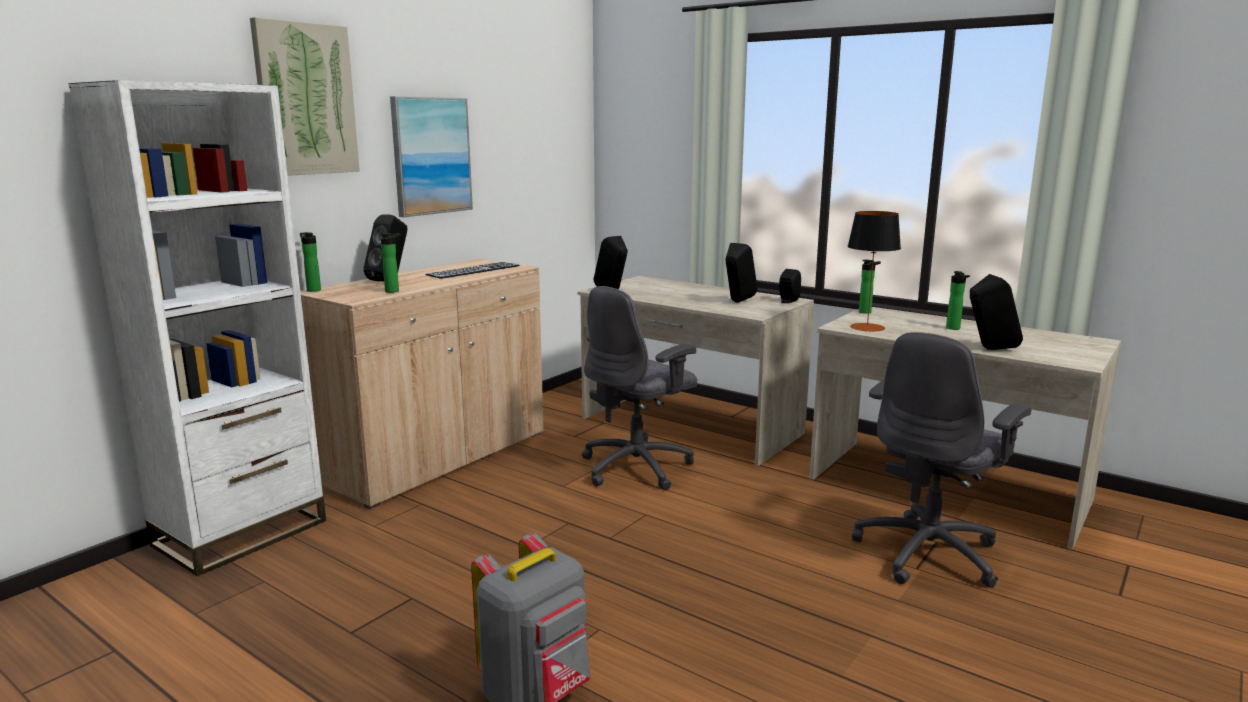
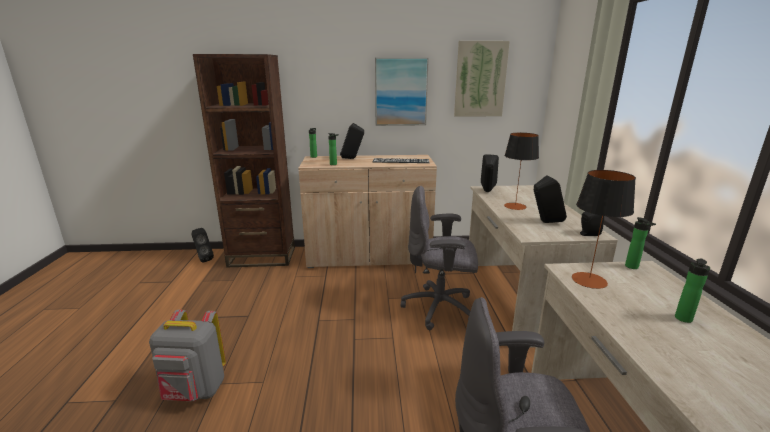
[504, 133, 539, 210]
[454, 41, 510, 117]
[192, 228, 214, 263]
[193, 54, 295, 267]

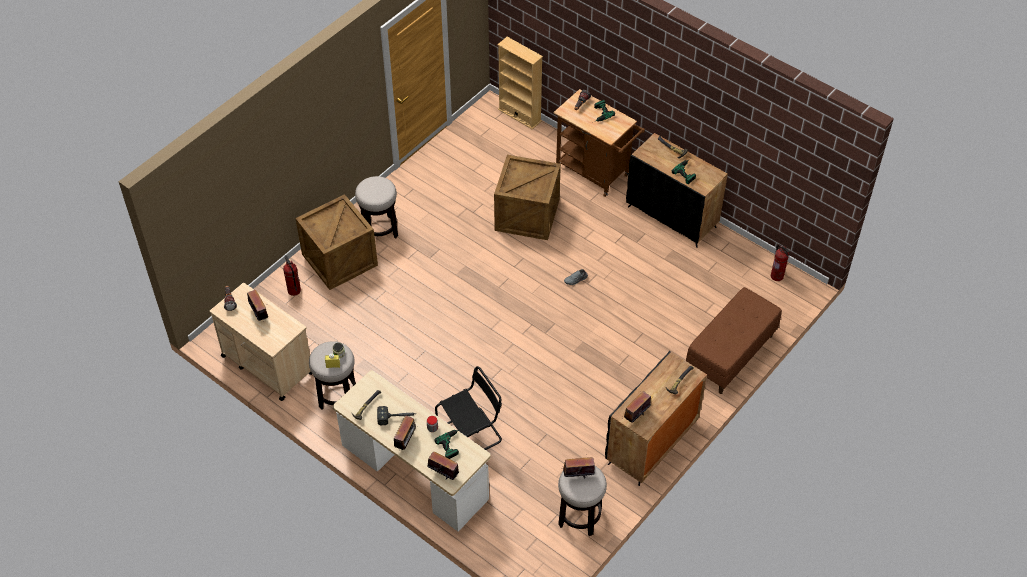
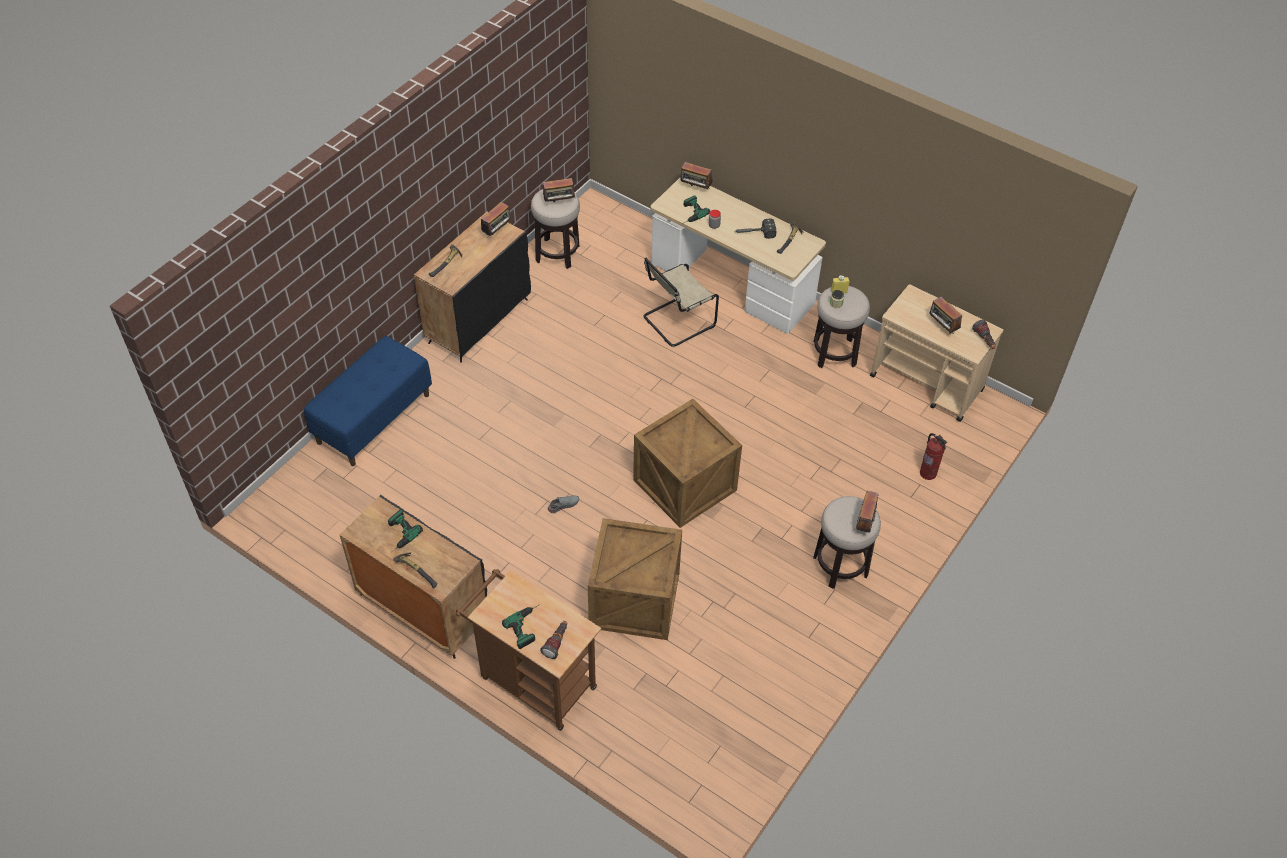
[497, 37, 543, 129] (first image)
[771, 245, 790, 281] (first image)
[633, 399, 742, 528]
[854, 491, 879, 533]
[643, 258, 719, 347]
[304, 336, 432, 466]

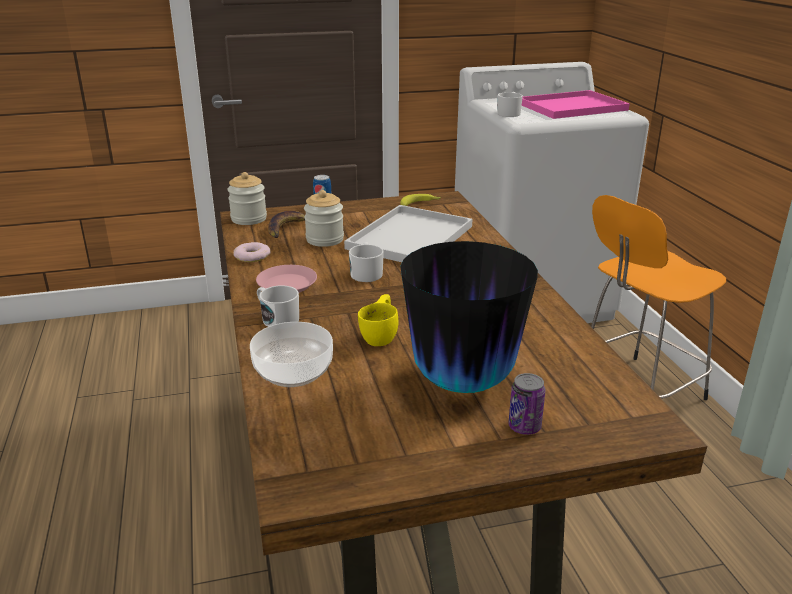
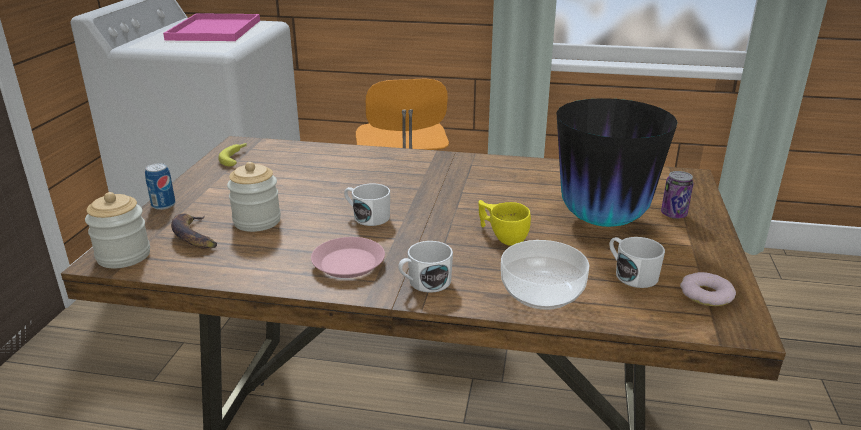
[344, 205, 472, 262] (first image)
[680, 272, 736, 306]
[609, 237, 665, 288]

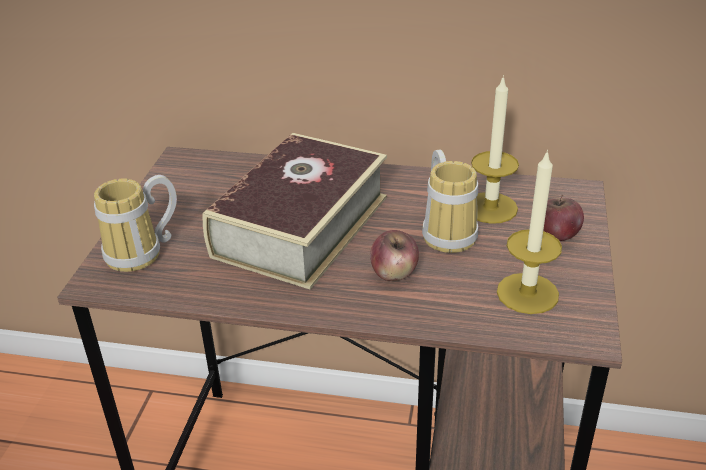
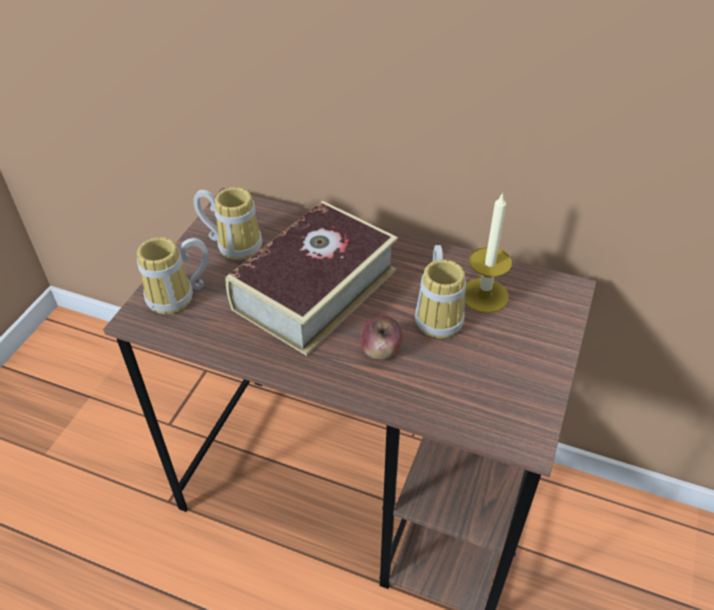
[497, 150, 562, 314] (first image)
[543, 195, 584, 241] (first image)
[193, 187, 262, 260]

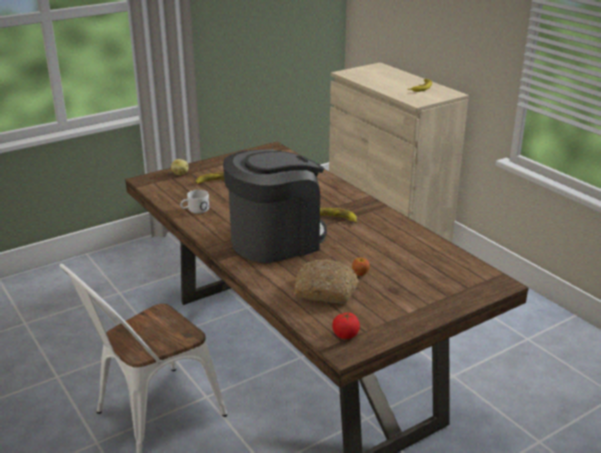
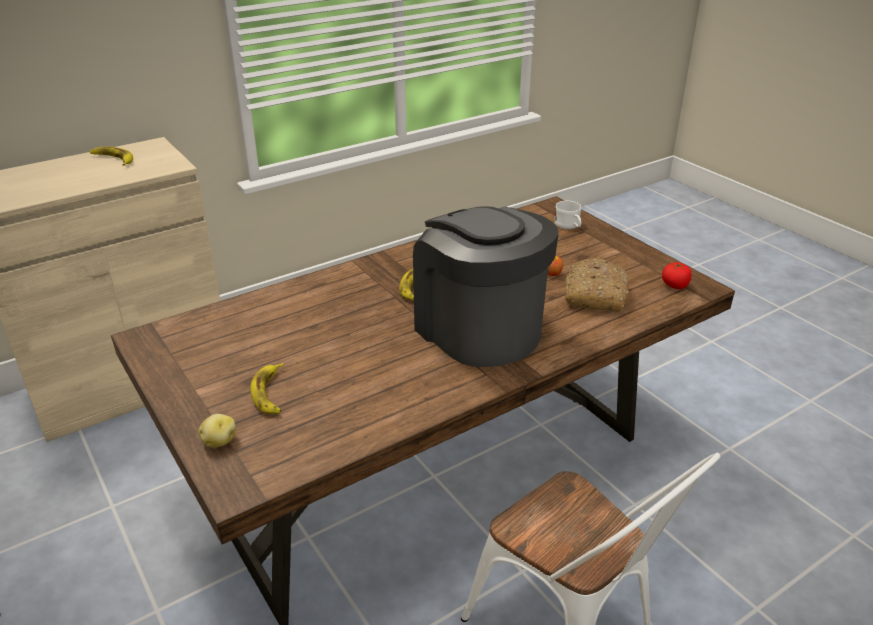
[554, 201, 582, 229]

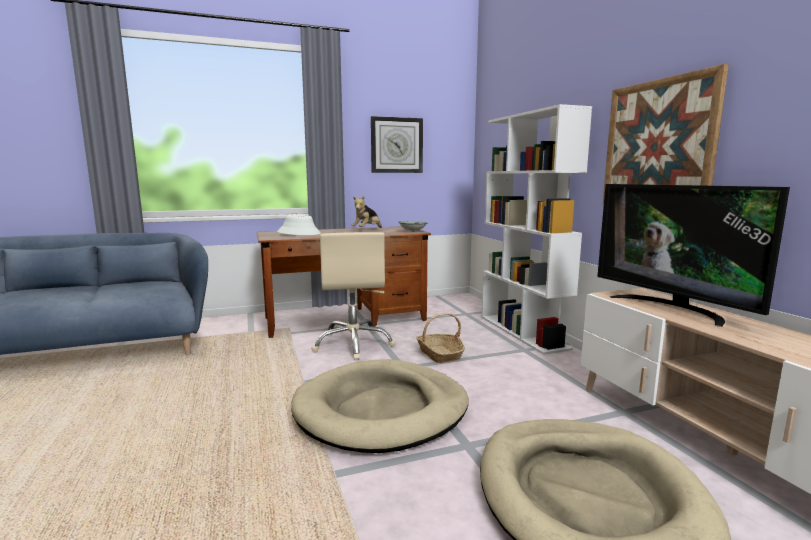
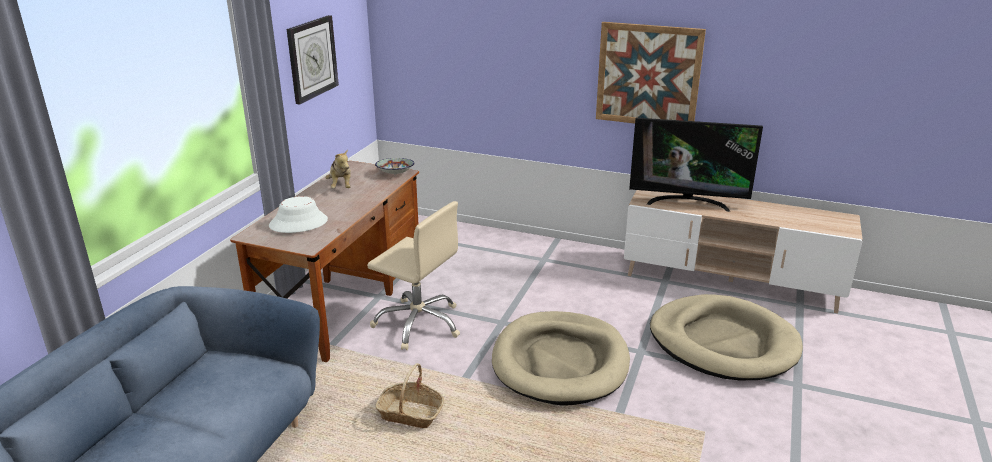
[481, 104, 592, 355] (first image)
[376, 363, 444, 428]

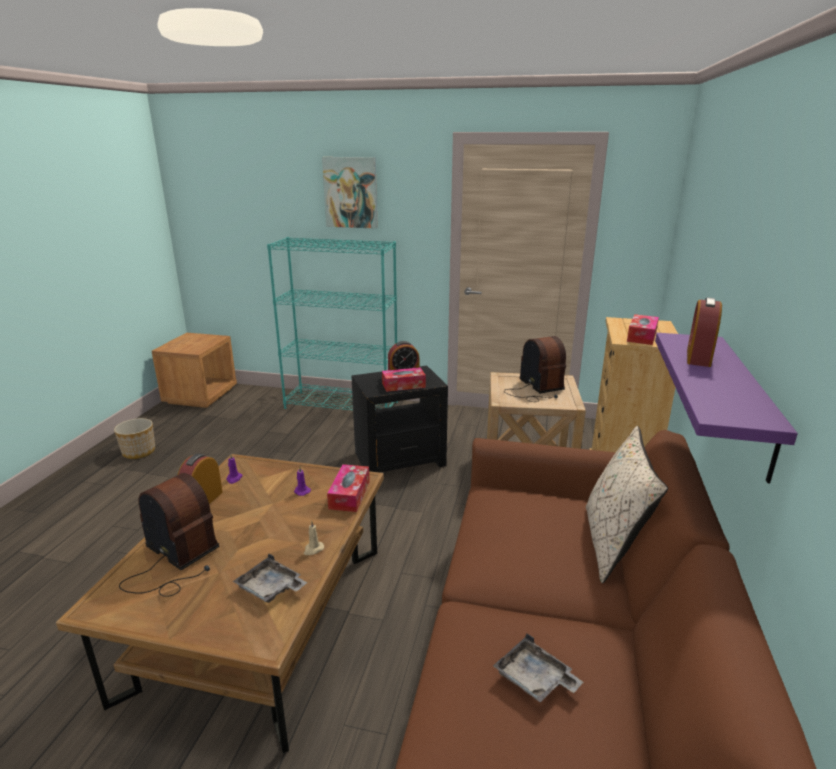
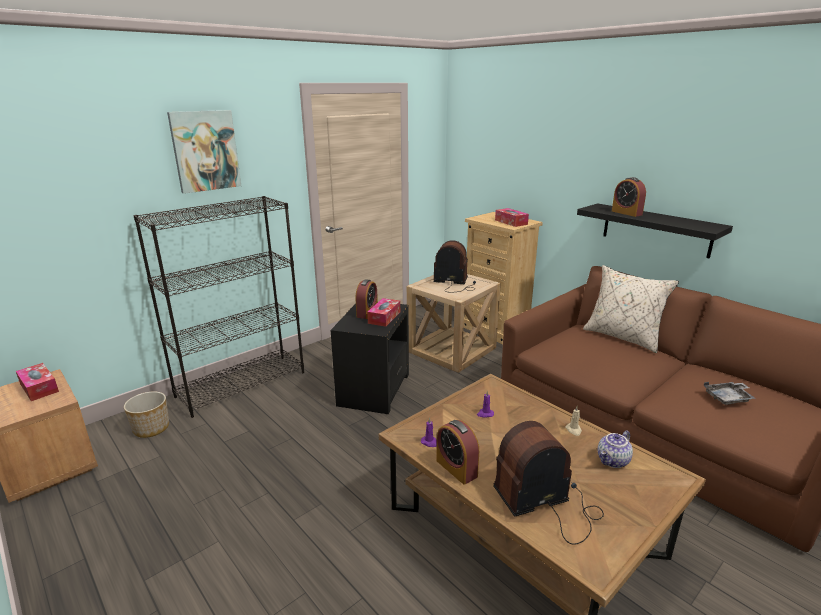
[124, 392, 169, 438]
[16, 363, 59, 401]
[598, 430, 633, 468]
[133, 196, 304, 418]
[577, 204, 733, 259]

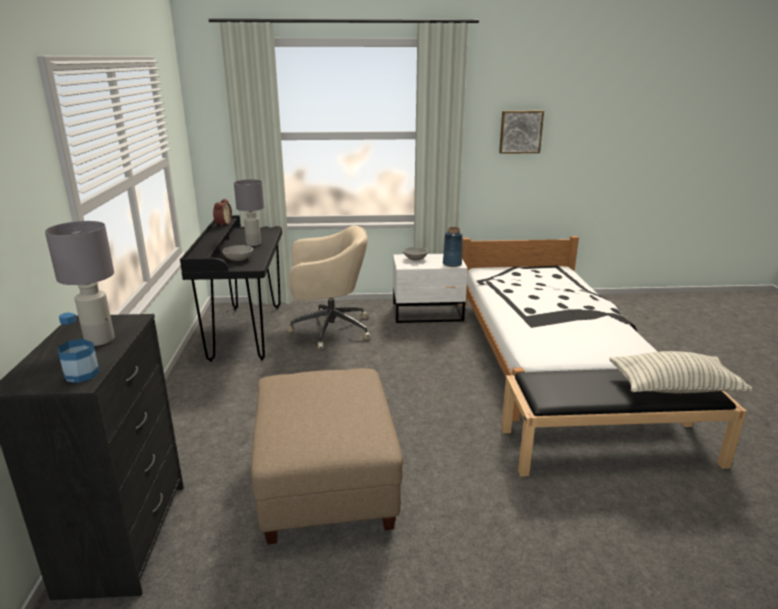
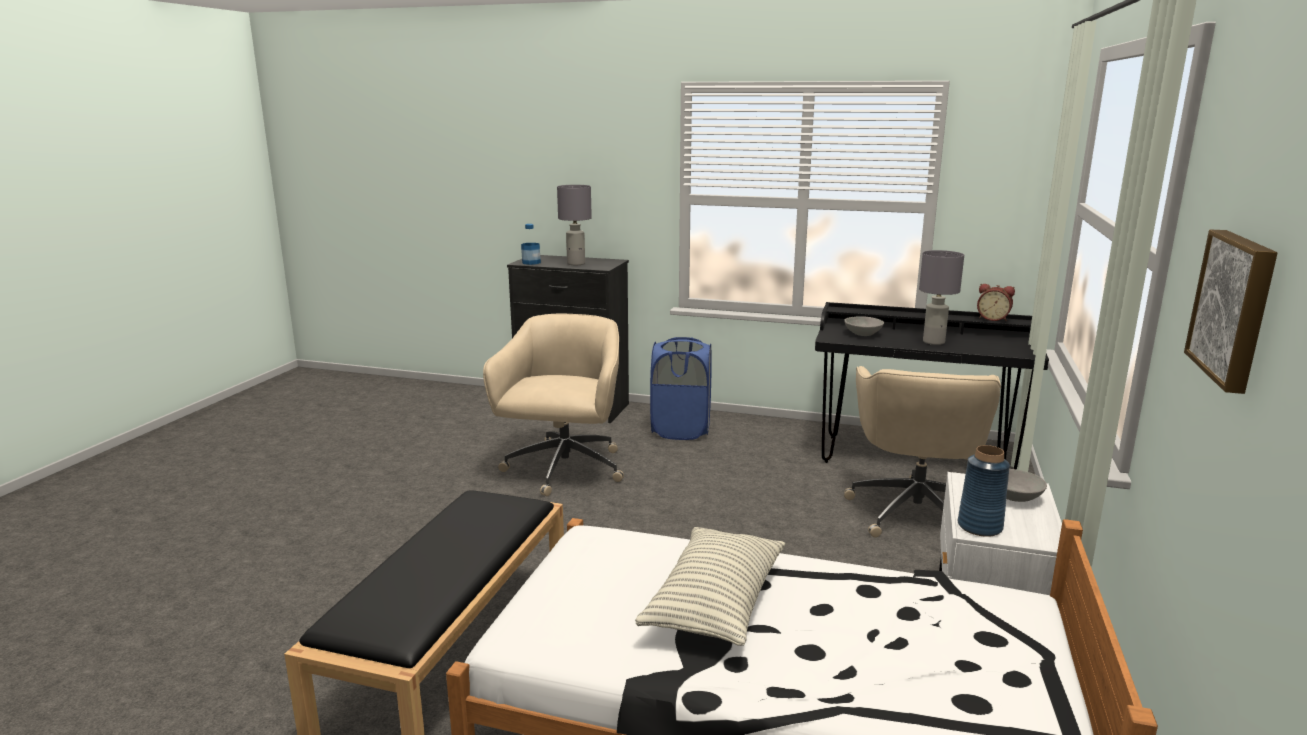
[650, 337, 712, 440]
[635, 527, 785, 646]
[483, 314, 624, 496]

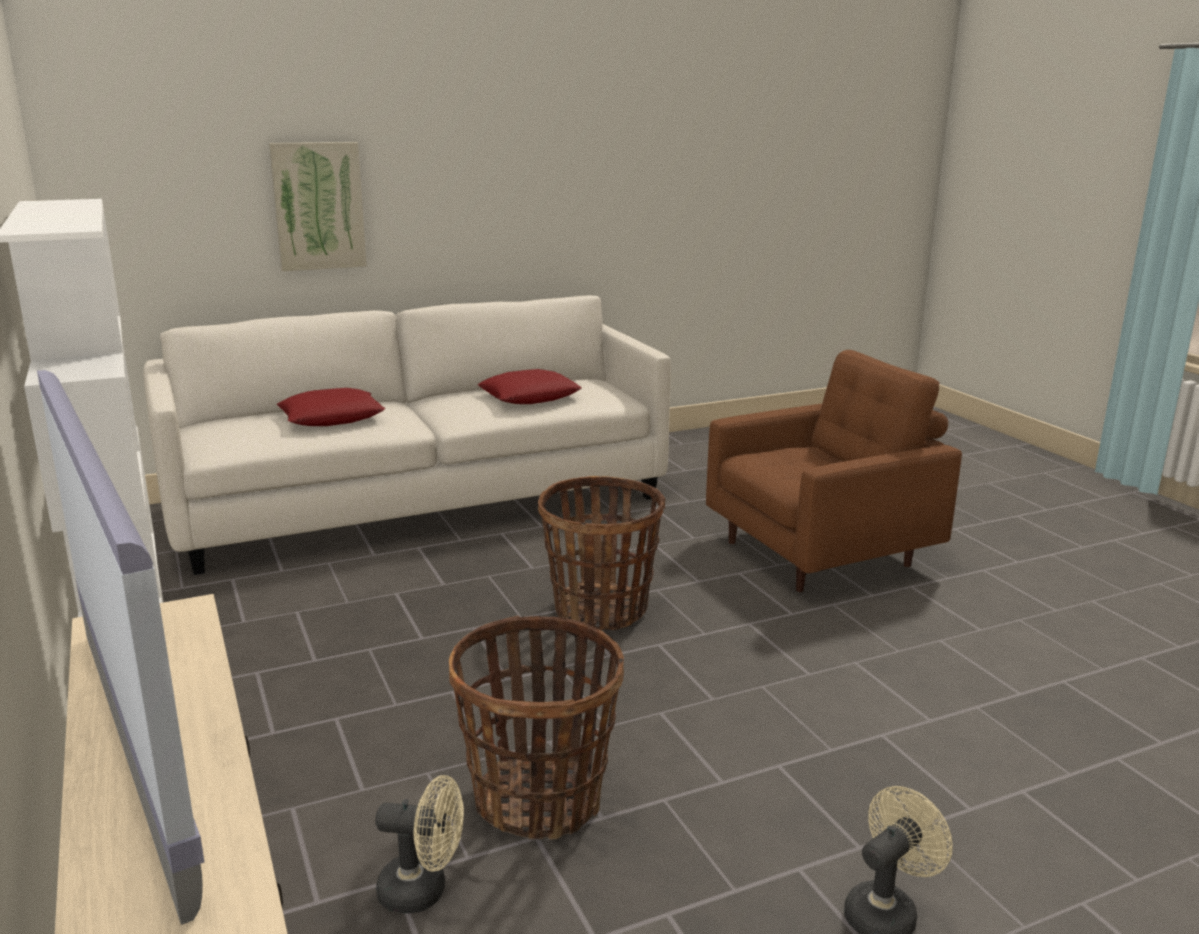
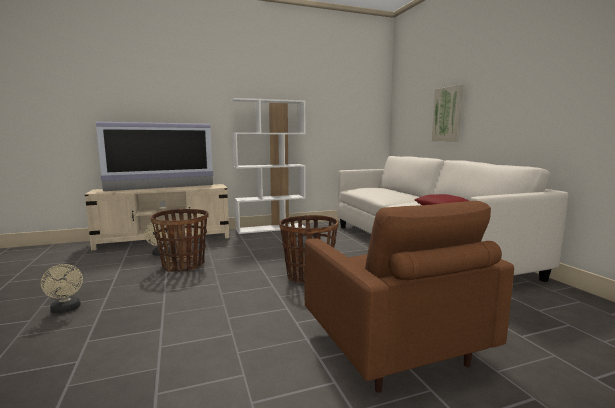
[277, 388, 385, 426] (first image)

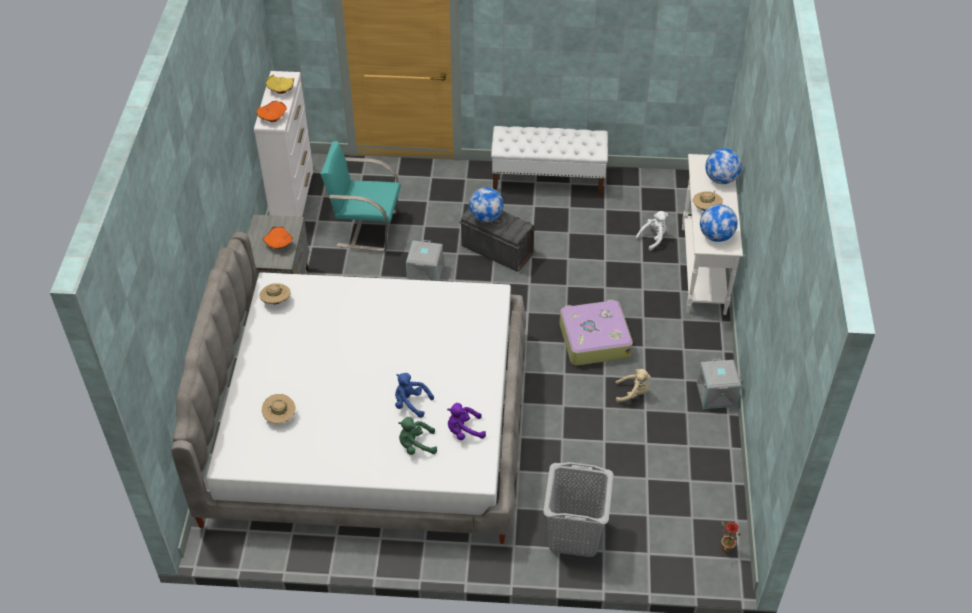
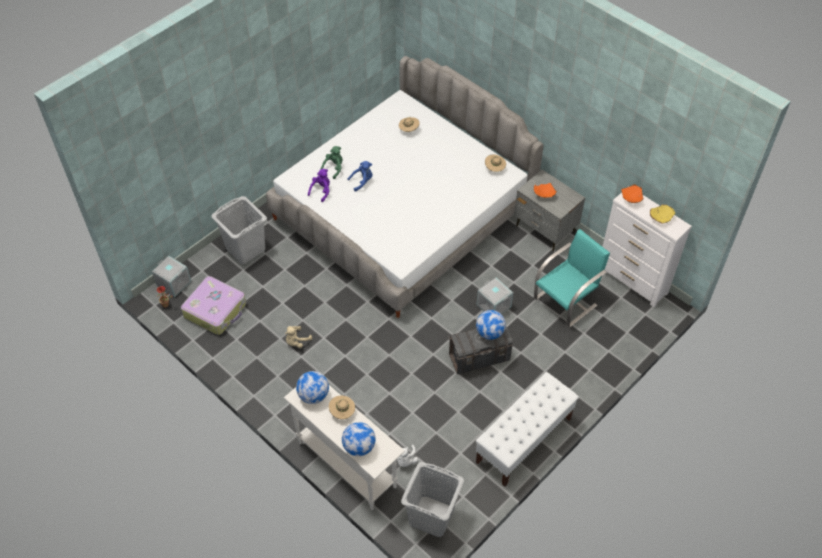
[401, 462, 464, 537]
[181, 276, 246, 335]
[152, 256, 191, 297]

